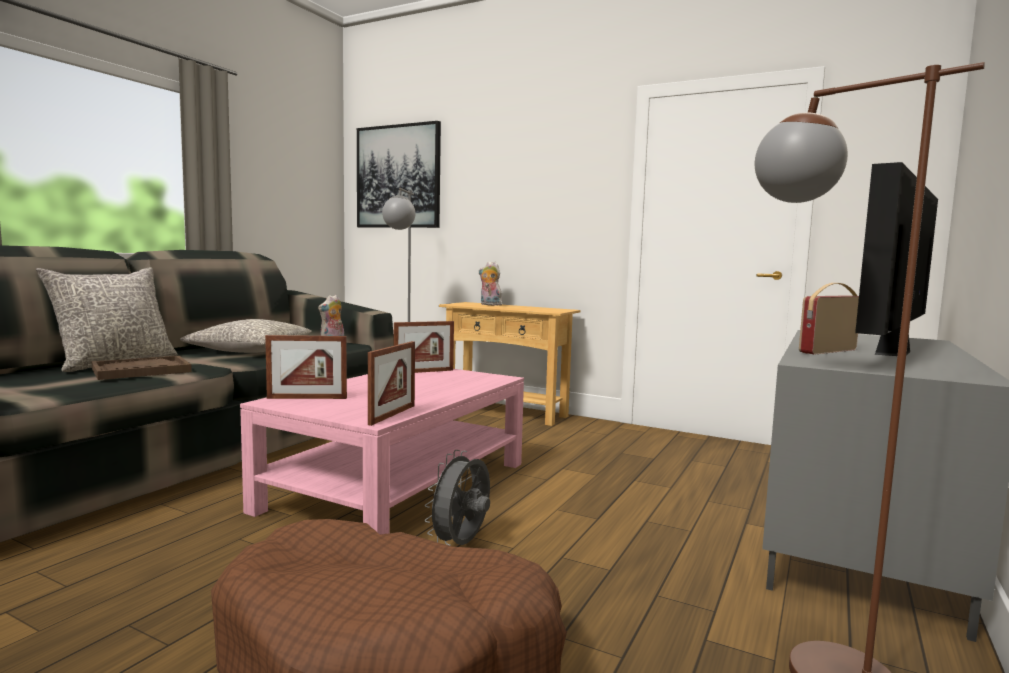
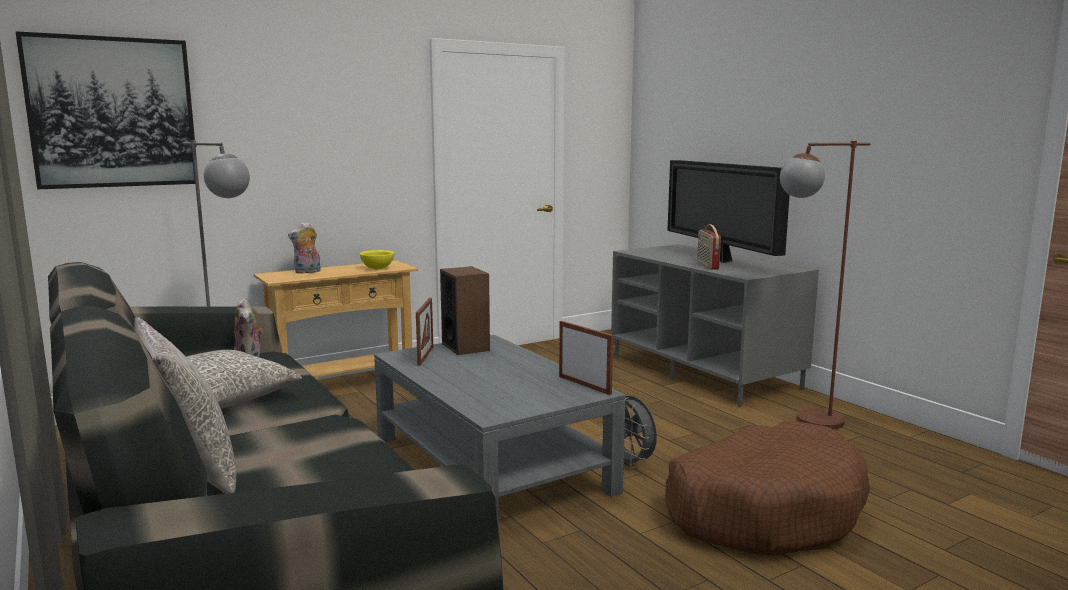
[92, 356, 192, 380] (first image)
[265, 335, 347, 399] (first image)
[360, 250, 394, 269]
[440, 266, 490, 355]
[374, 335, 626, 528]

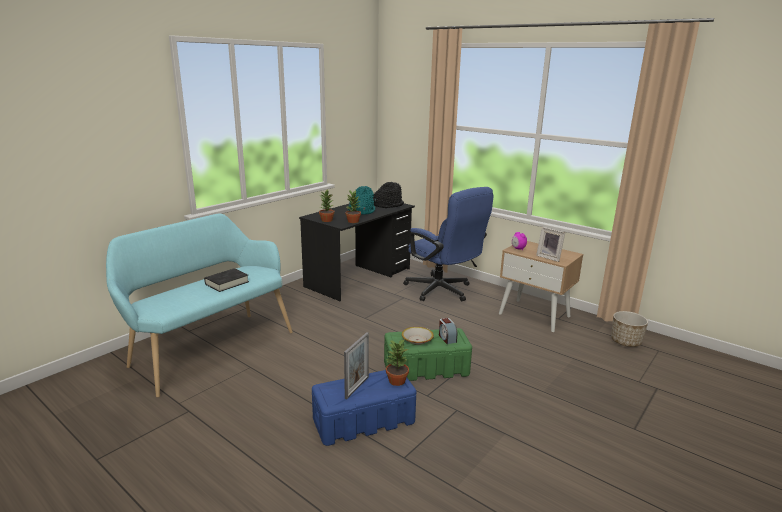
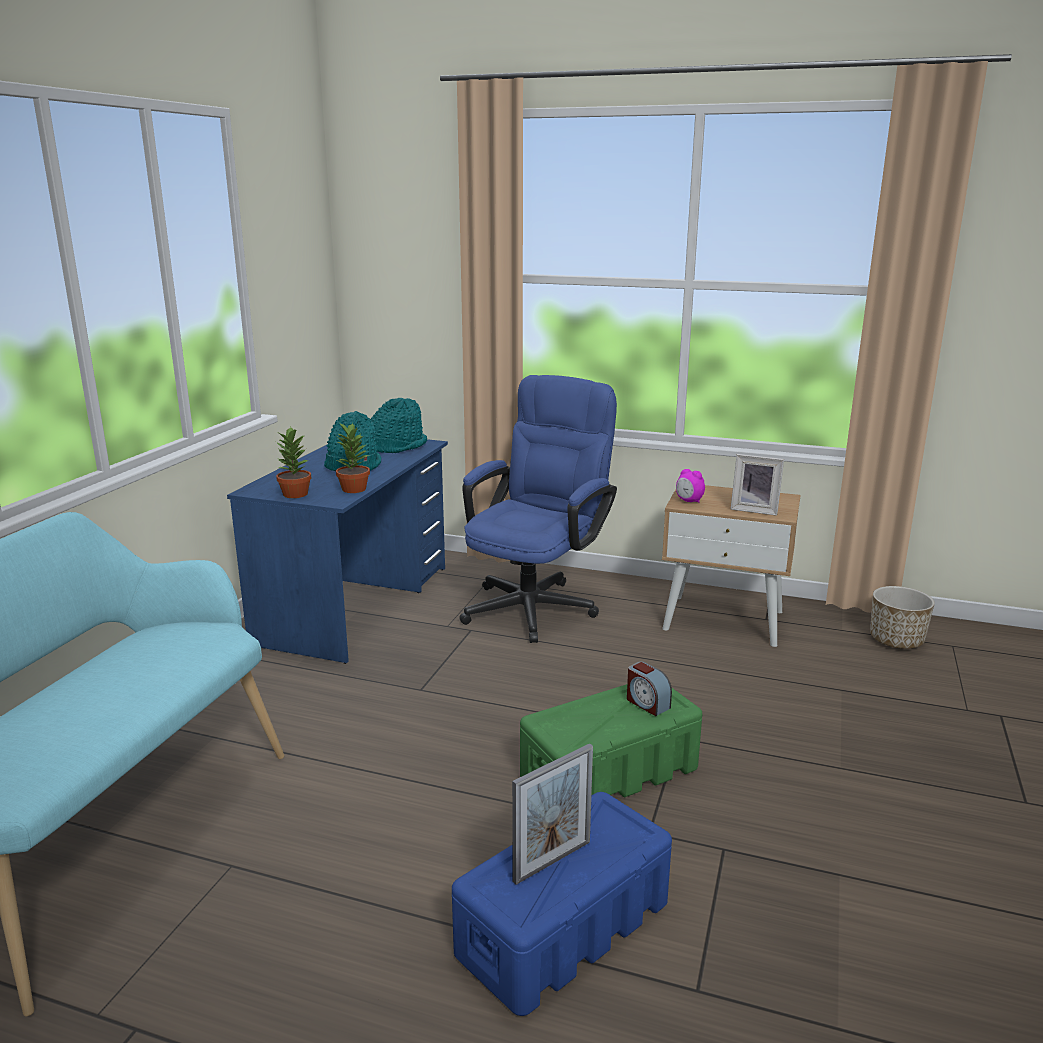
[204, 268, 249, 292] (first image)
[386, 339, 409, 386] (first image)
[402, 327, 434, 345] (first image)
[227, 439, 448, 664]
[370, 398, 427, 453]
[512, 743, 593, 885]
[459, 375, 617, 643]

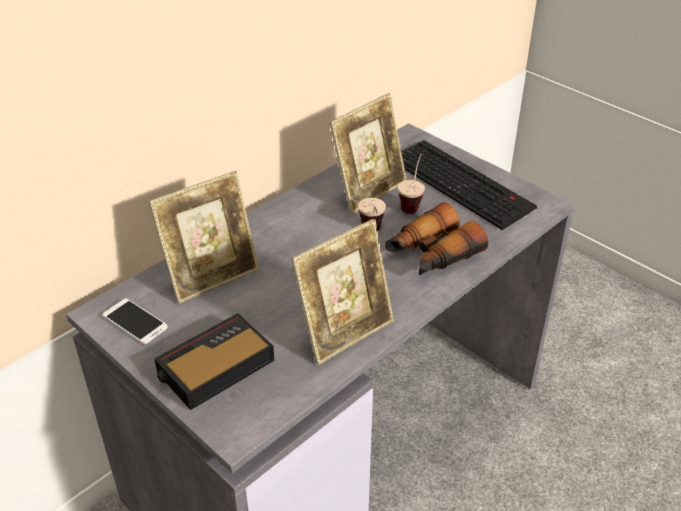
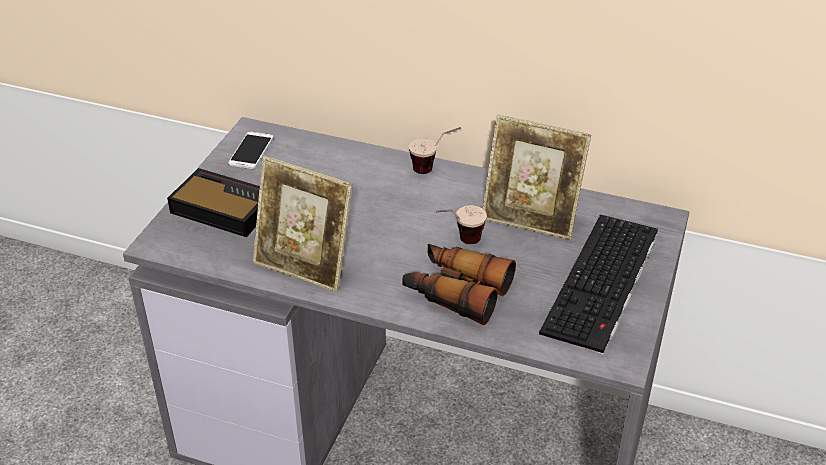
[149, 171, 259, 304] (first image)
[409, 127, 461, 174]

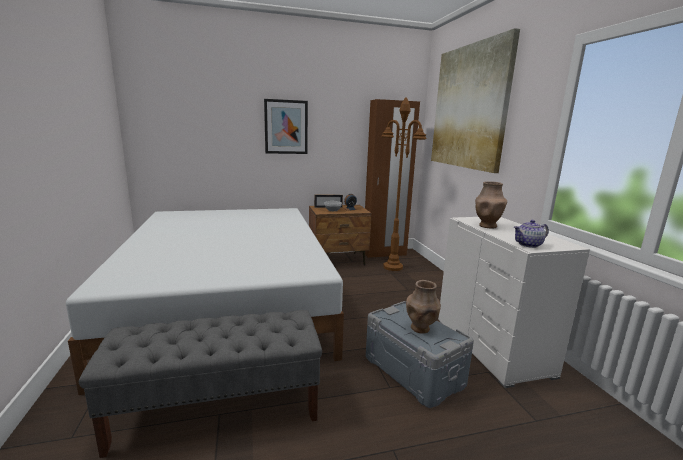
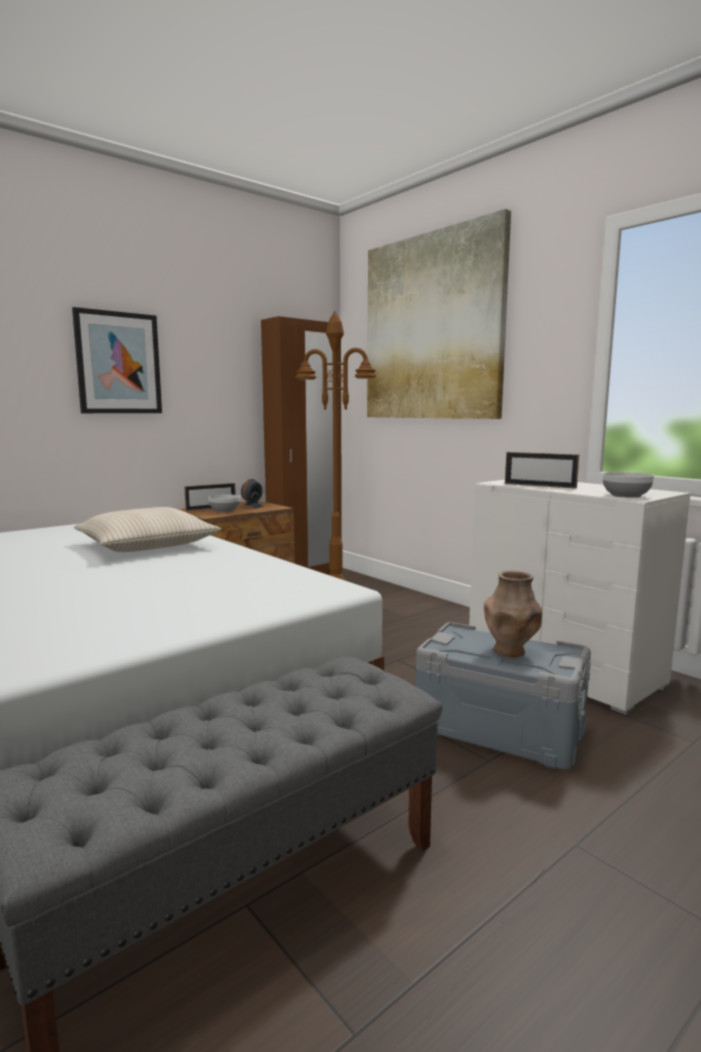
[74, 507, 221, 552]
[505, 452, 579, 489]
[603, 472, 654, 498]

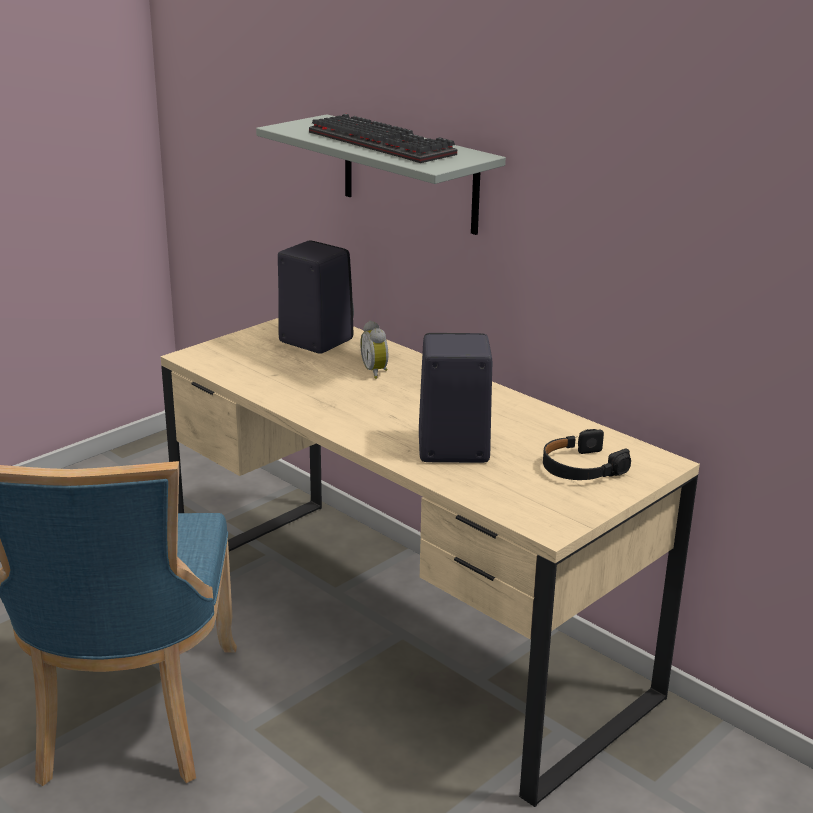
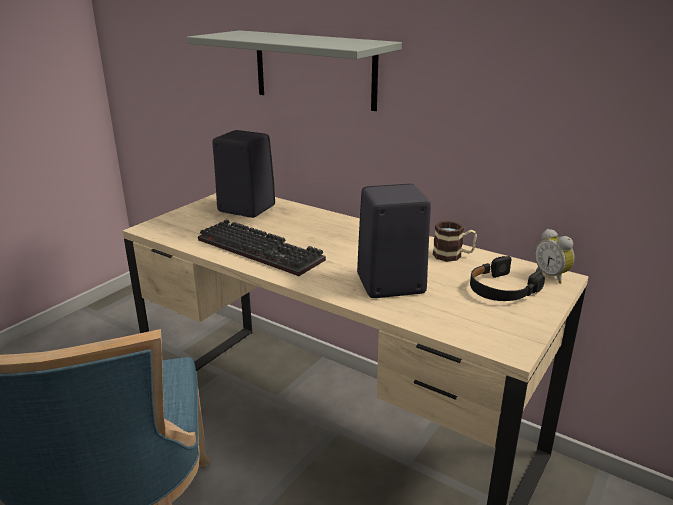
[433, 221, 477, 262]
[198, 219, 326, 276]
[535, 229, 575, 284]

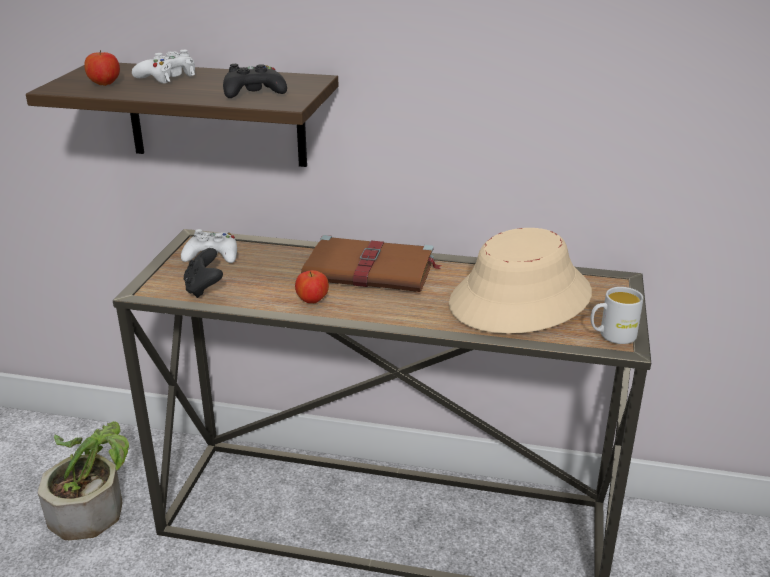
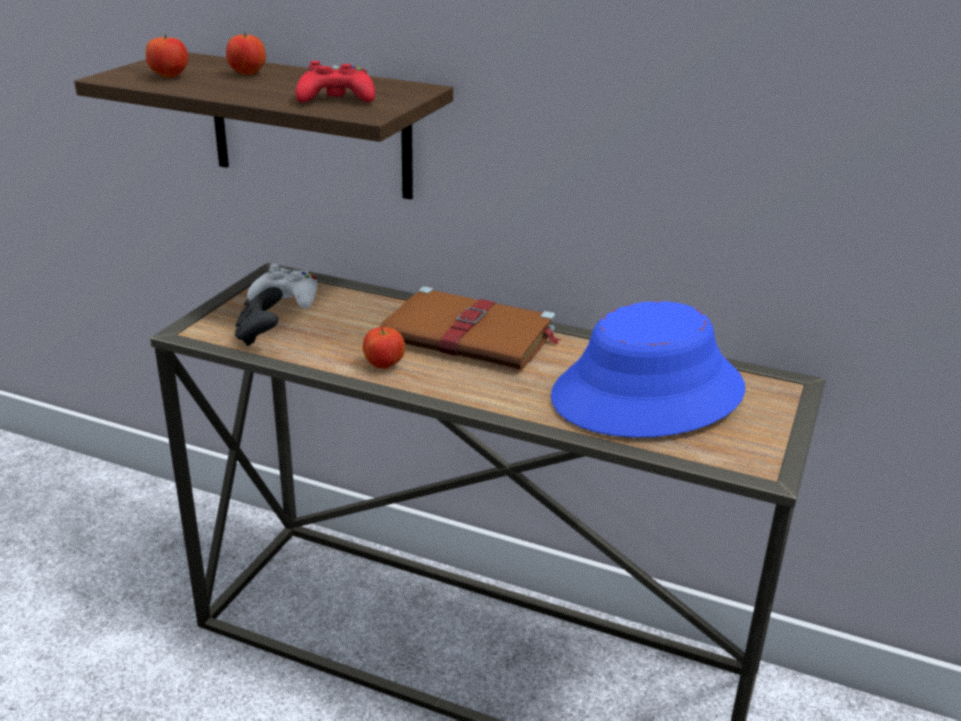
[38, 421, 129, 540] (first image)
[590, 287, 643, 344] (first image)
[226, 32, 266, 75]
[295, 61, 375, 103]
[551, 301, 745, 438]

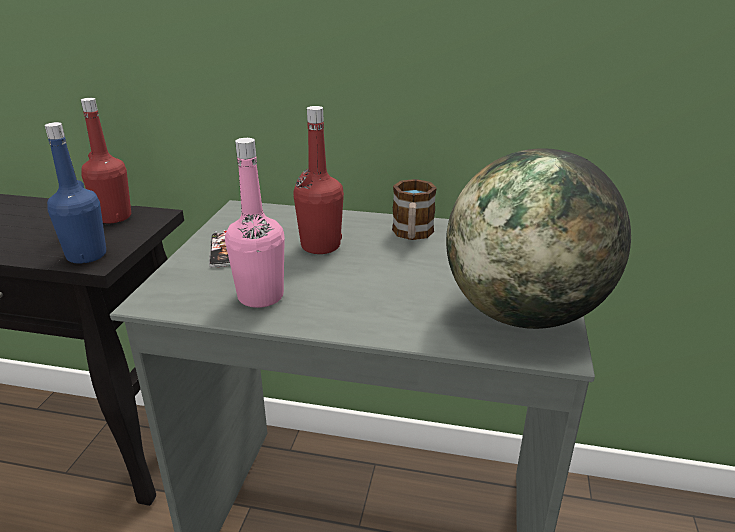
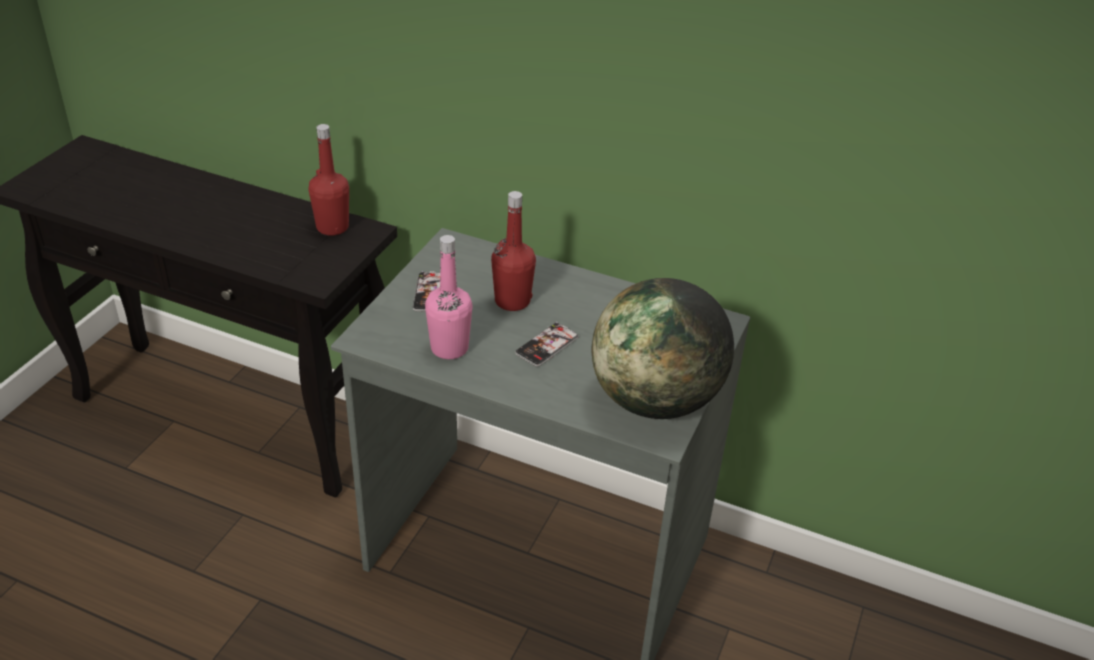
[45, 122, 106, 264] (first image)
[392, 179, 437, 240] (first image)
[515, 322, 579, 367]

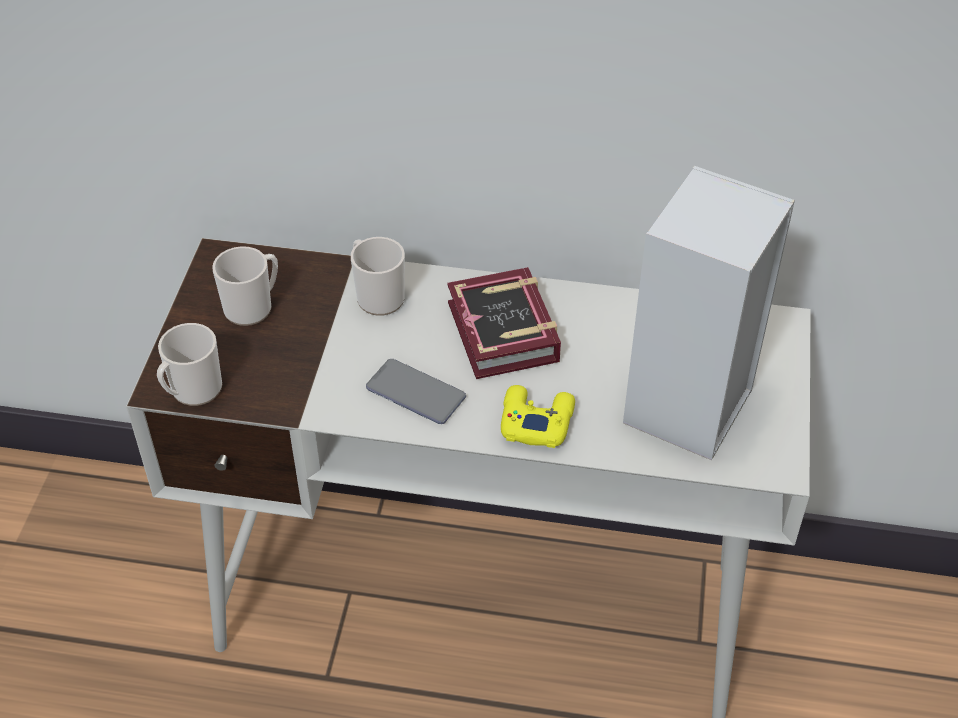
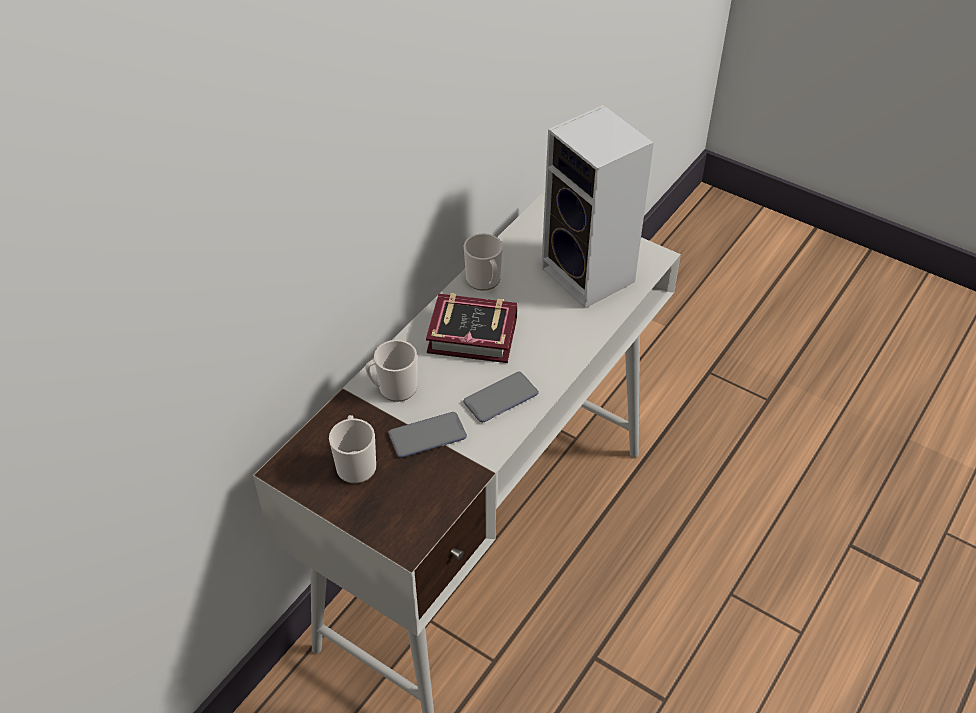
[501, 385, 575, 448] (first image)
[388, 412, 467, 458]
[464, 233, 503, 291]

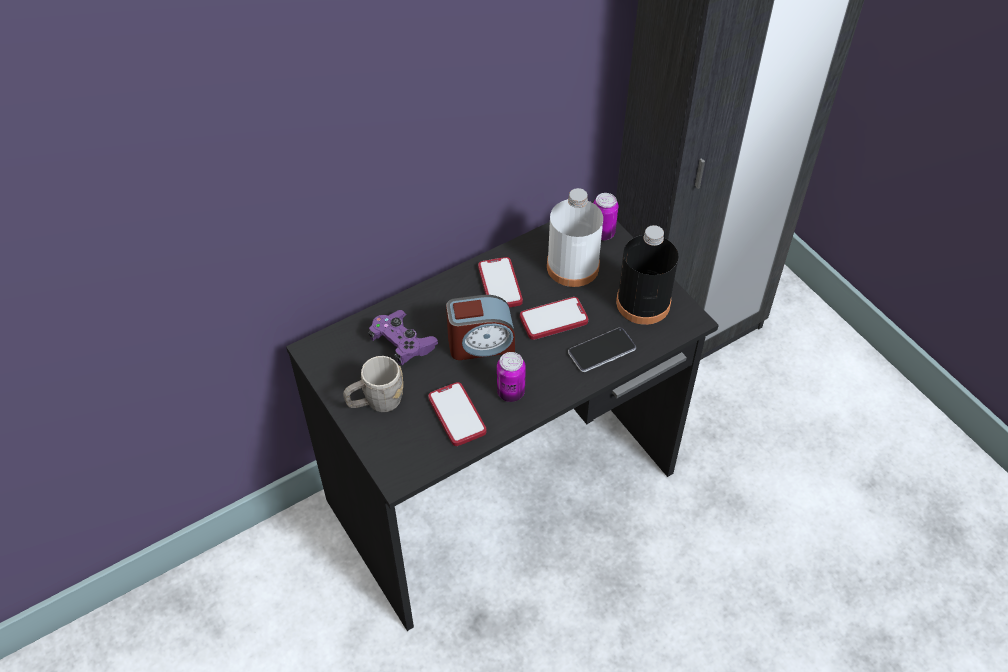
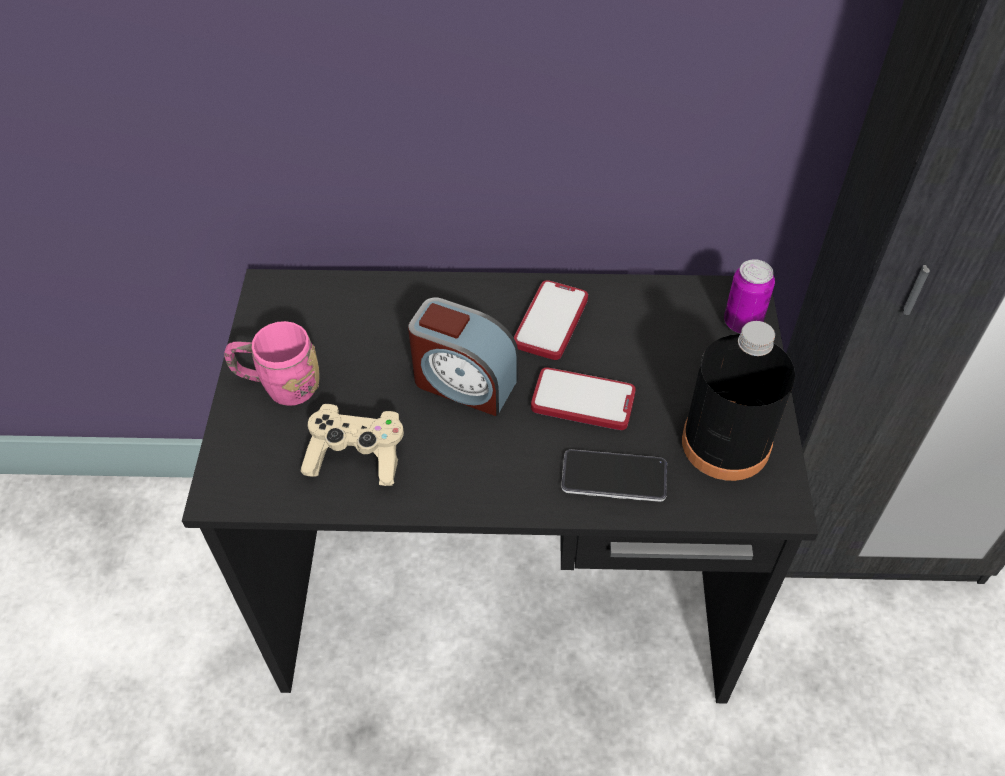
[368, 310, 438, 365] (first image)
[497, 352, 526, 402] (first image)
[547, 188, 603, 287] (first image)
[300, 404, 404, 486]
[224, 321, 319, 406]

